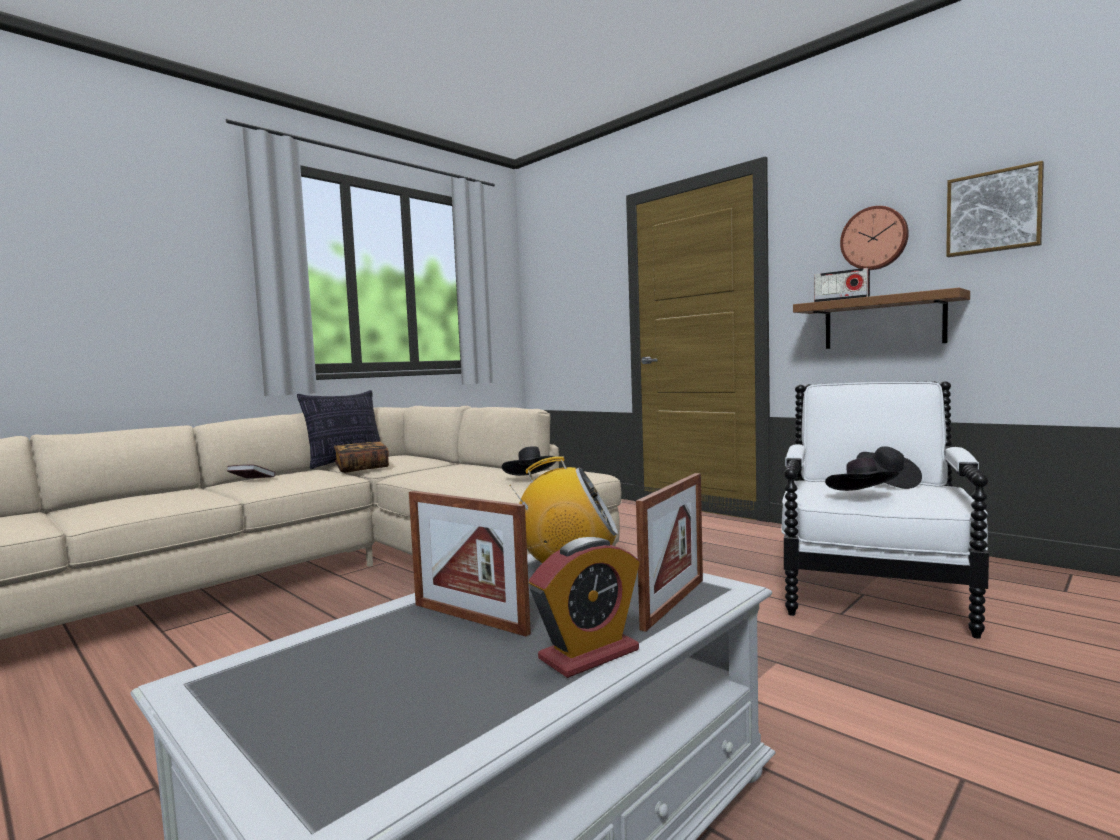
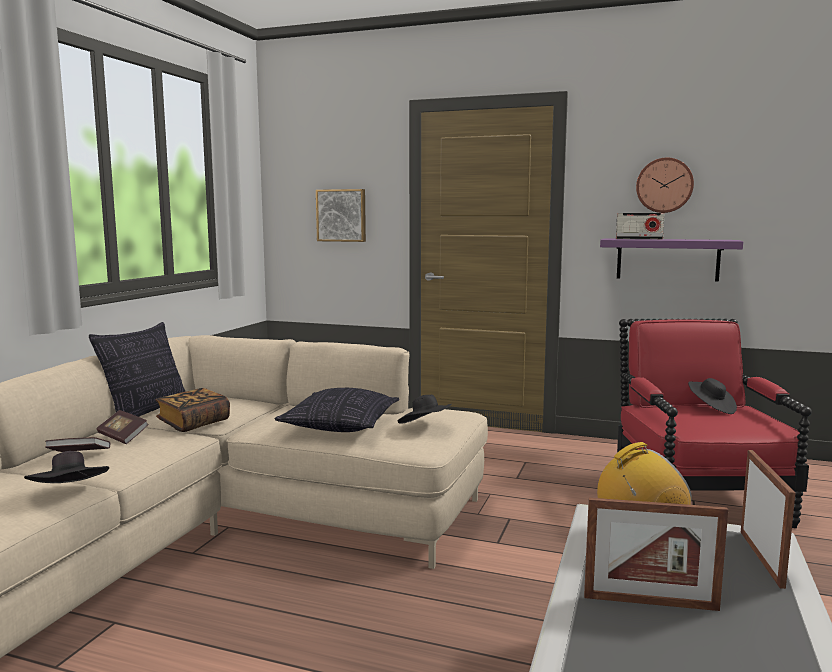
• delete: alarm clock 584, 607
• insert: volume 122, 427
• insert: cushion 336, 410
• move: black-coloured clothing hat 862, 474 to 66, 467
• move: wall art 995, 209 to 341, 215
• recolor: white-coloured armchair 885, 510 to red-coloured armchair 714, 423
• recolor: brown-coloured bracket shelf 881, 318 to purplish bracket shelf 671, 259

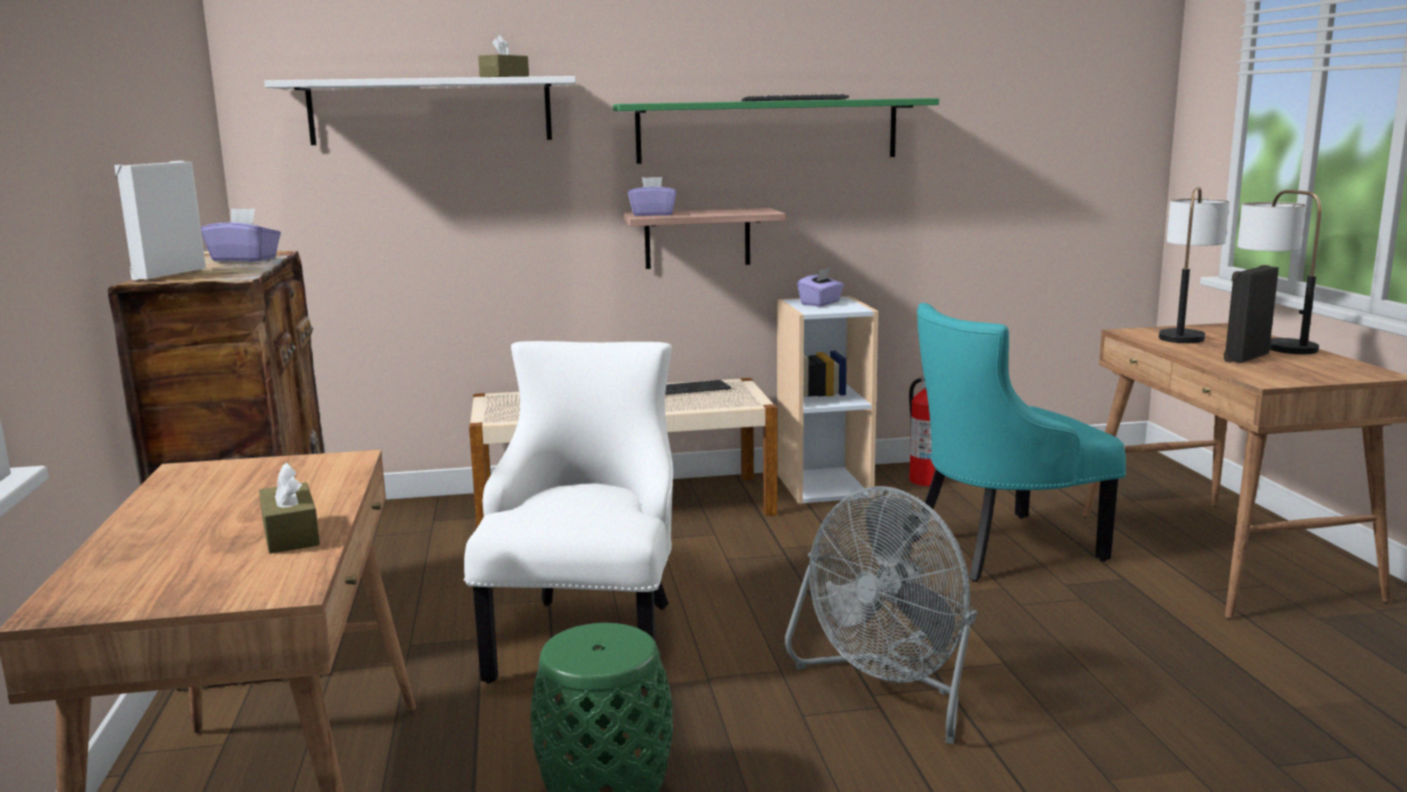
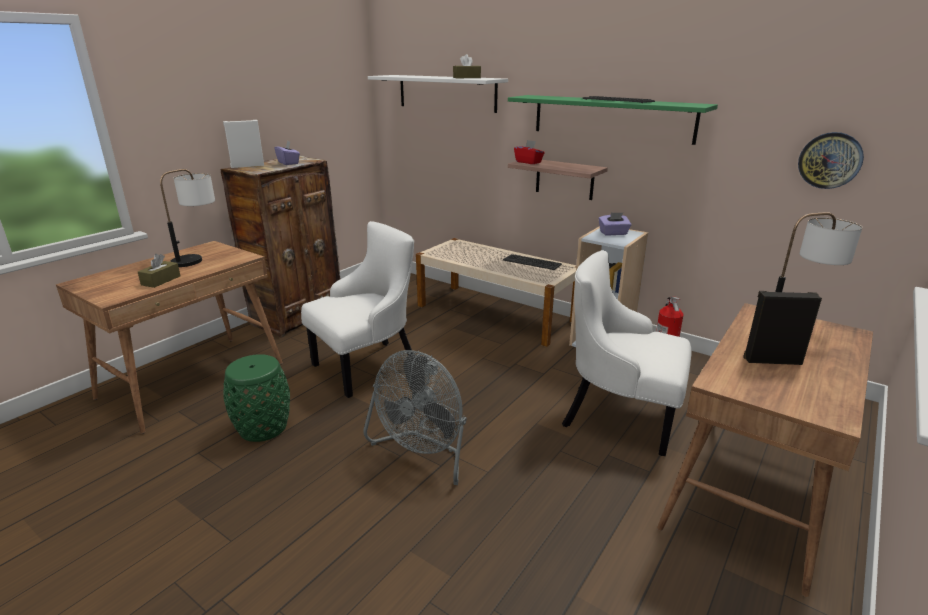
• insert: clock on the wall 831, 160
• move: table lamp 1279, 272 to 187, 218
• recolor: purplish tissue holder 652, 196 to red-coloured tissue holder 529, 152
• recolor: turquoise-coloured plain chair 1018, 442 to white-coloured plain chair 627, 353
• rotate: greyish electric fan 881, 615 = 415, 417 60 degrees counterclockwise

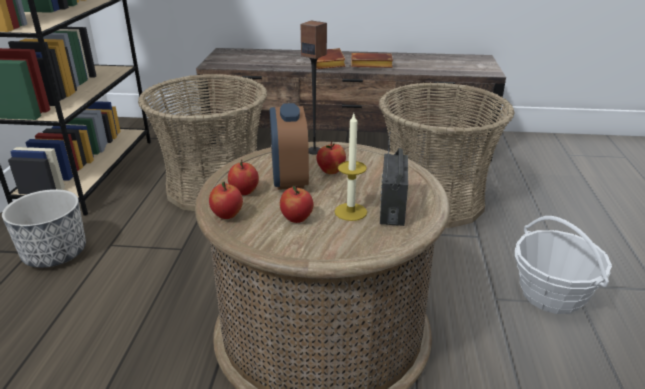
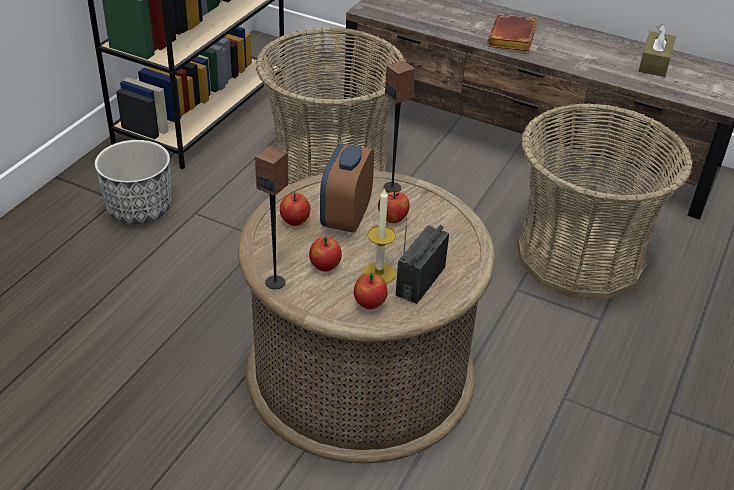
• delete: brown-coloured volume 372, 60
• delete: basket 563, 265
• insert: audio speaker 271, 217
• insert: brown-coloured tissue holder 657, 50
• move: apple 226, 200 to 371, 291

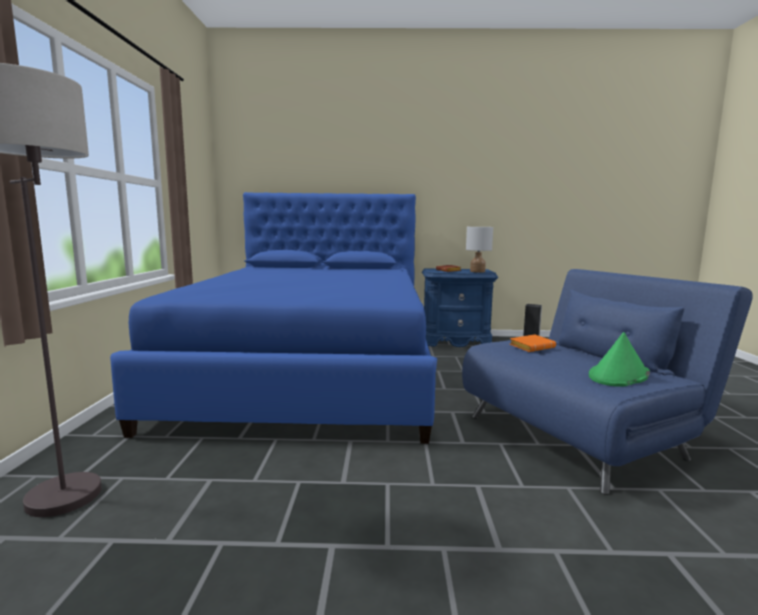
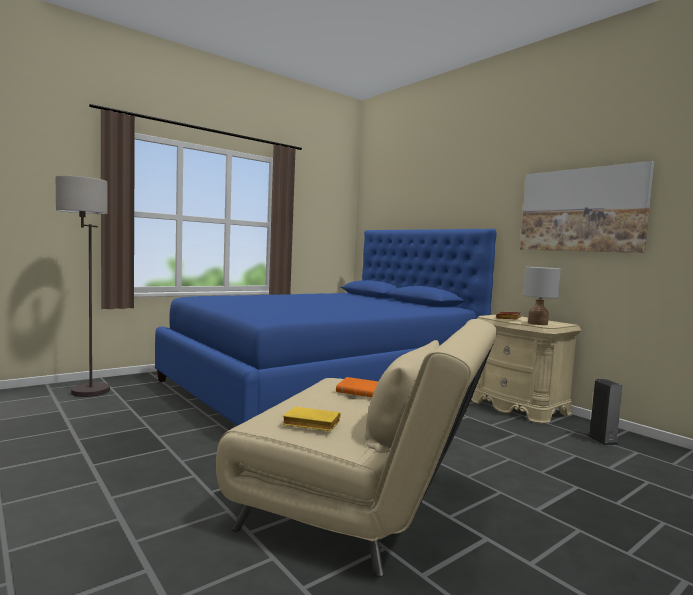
• insert: wall art 587, 207
• replace: greenish clothing hat 619, 359 to yellowish volume 311, 419
• recolor: blue bedside table 460, 307 to beige bedside table 526, 369
• recolor: blue armchair 607, 382 to beige armchair 356, 448

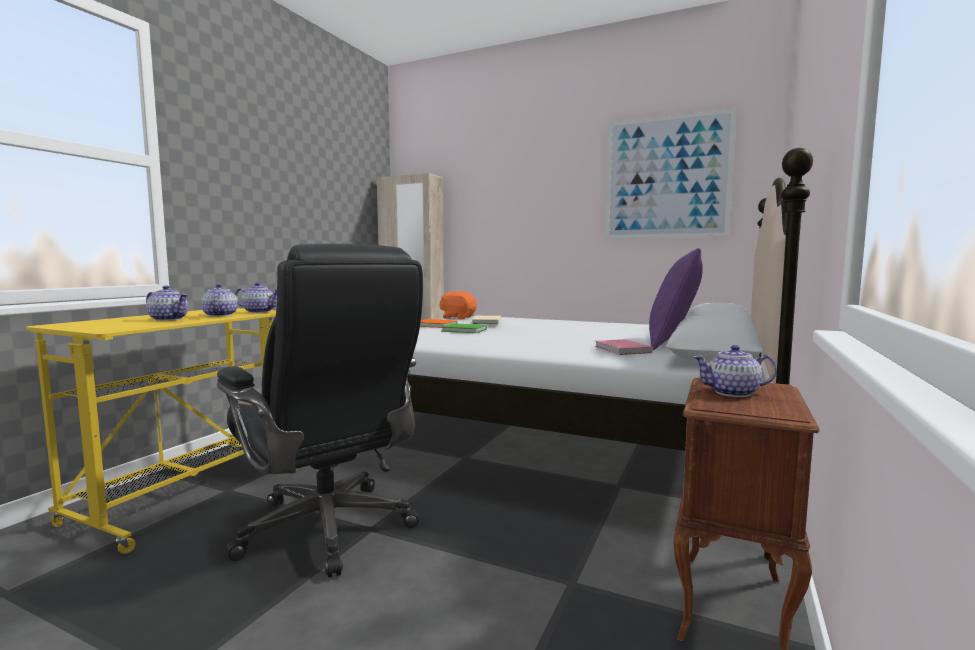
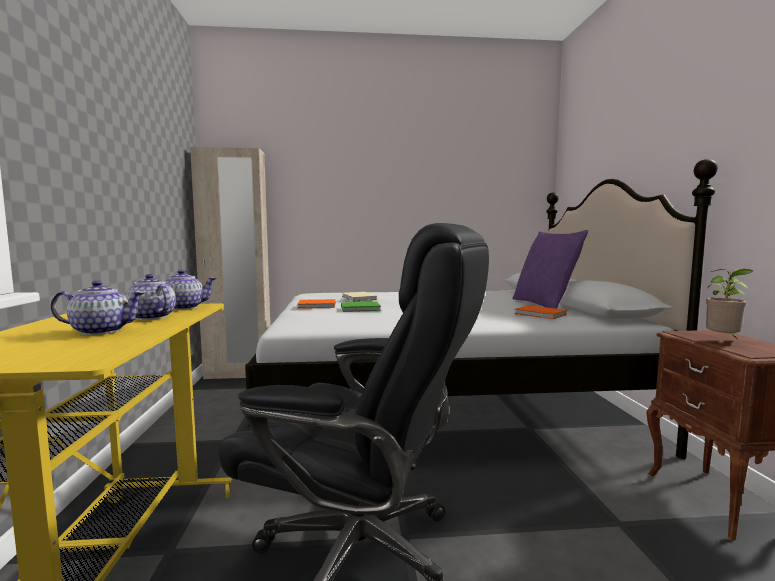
• delete: orangey soft toy 458, 305
• delete: wall art 670, 173
• replace: pot for tea 735, 371 to potted plant 730, 304
• recolor: pinkish volume 624, 347 to orangey volume 540, 312

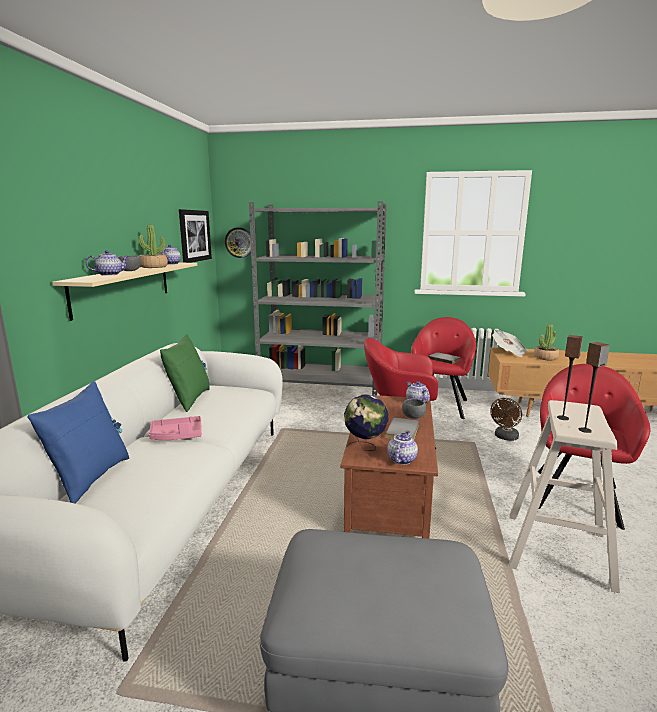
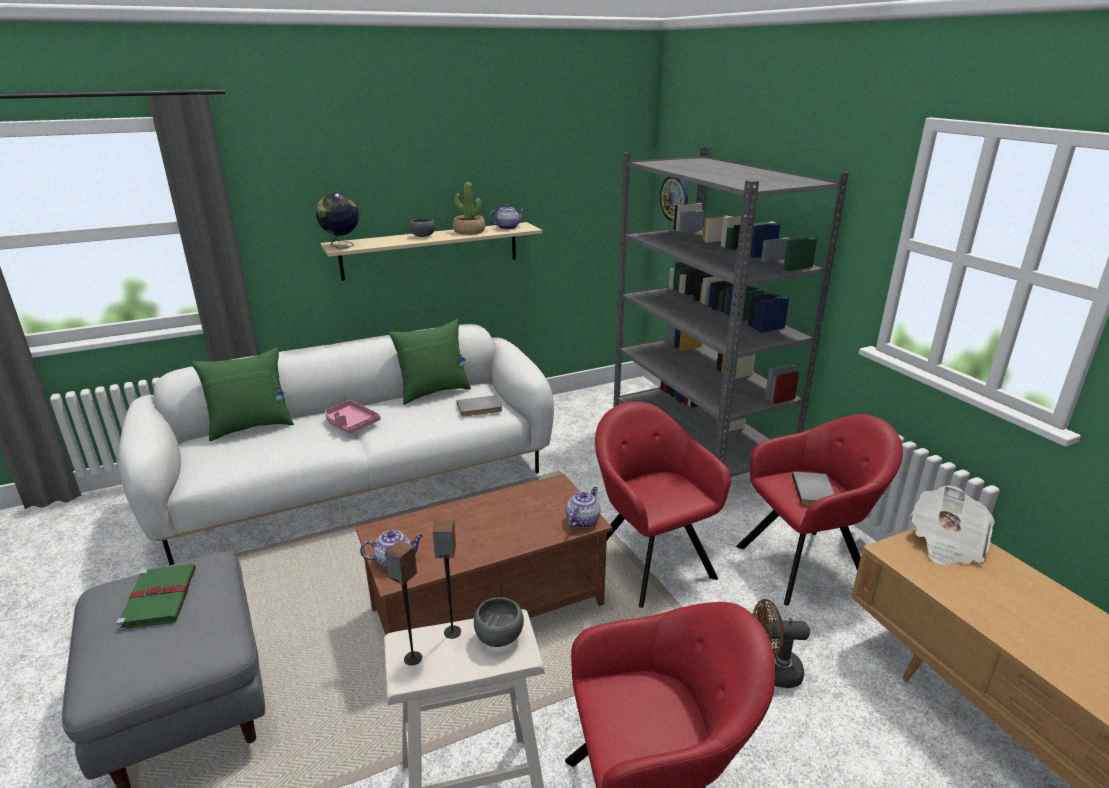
• delete: pot for tea 107, 263
• delete: wall art 195, 236
• delete: potted plant 546, 342
• insert: greenish volume 156, 597
• move: world globe 366, 422 to 337, 221
• move: greyish volume 402, 428 to 479, 405
• move: greyish serving bowl 414, 409 to 499, 622
• recolor: blue cushion 78, 442 to greenish cushion 242, 394

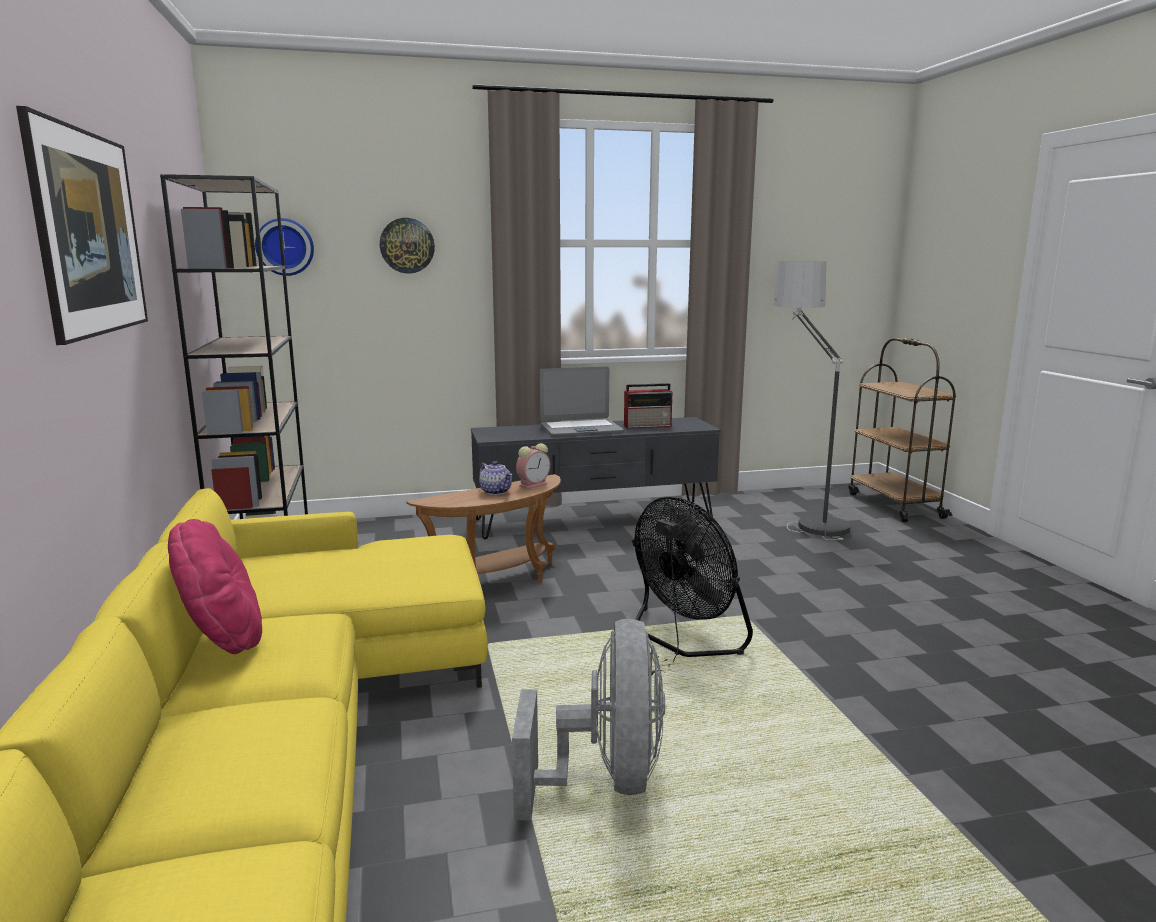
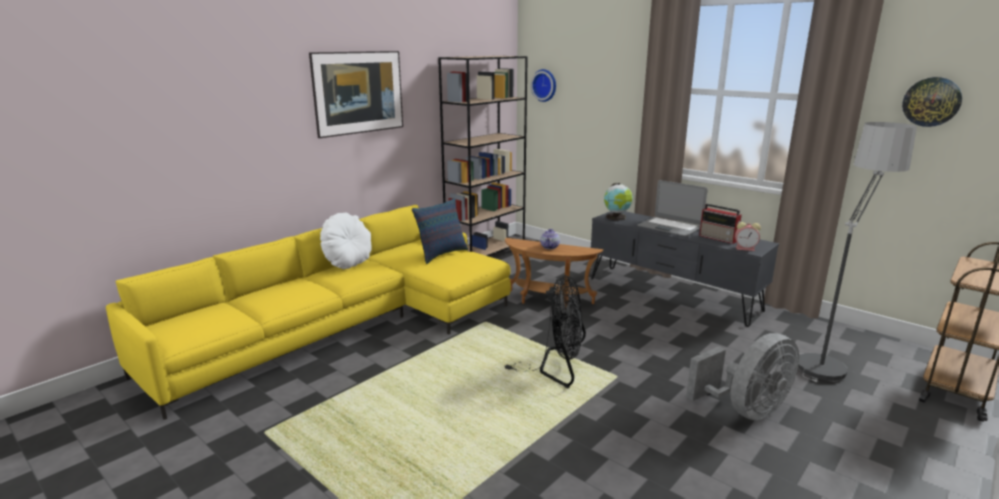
• insert: blue cushion 440, 231
• insert: world globe 618, 202
• move: clock on the wall 407, 245 to 932, 102
• move: greyish electric fan 588, 720 to 742, 377
• move: alarm clock 533, 466 to 748, 236
• recolor: pinkish cushion 215, 586 to white-coloured cushion 346, 241

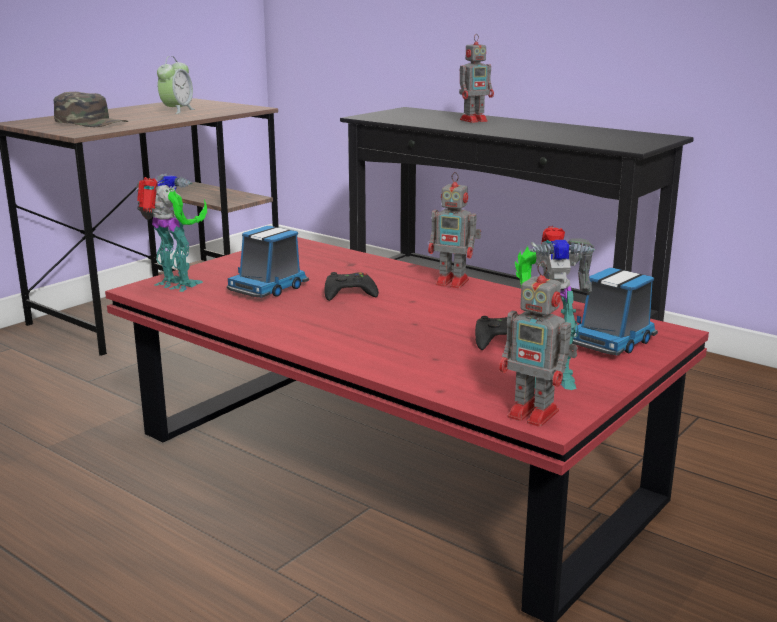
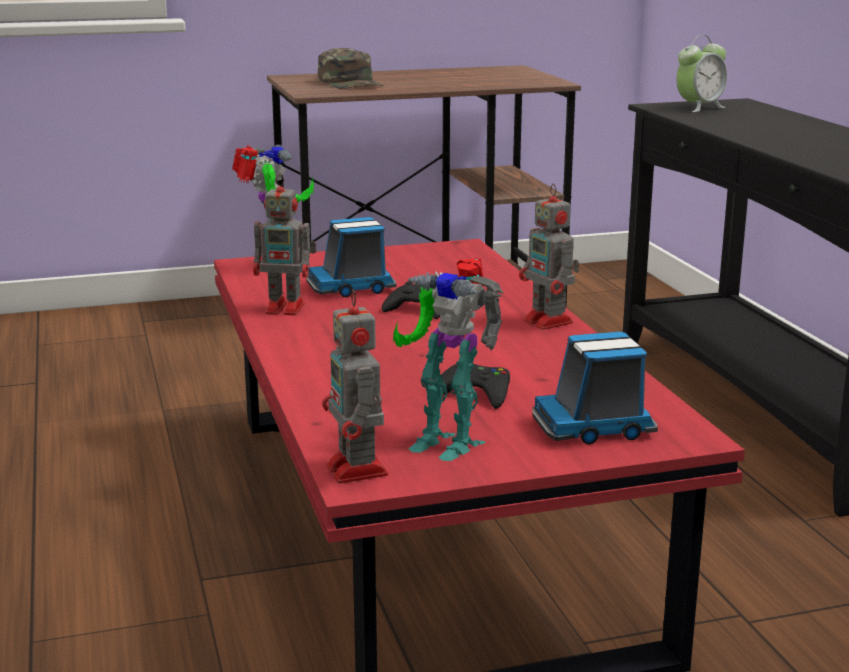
• move: alarm clock 176, 85 to 701, 73
• move: robot figure 477, 78 to 285, 244

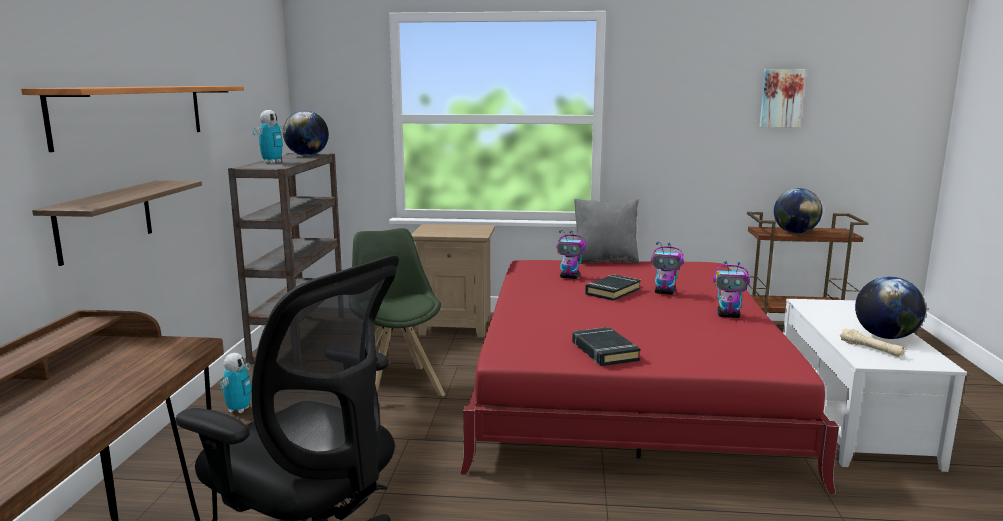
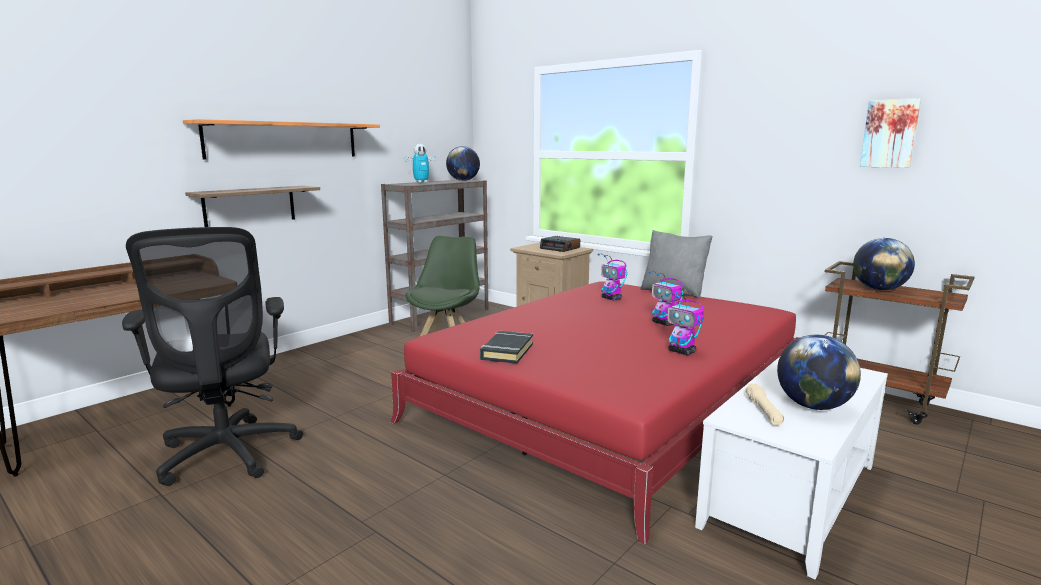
• delete: robot figure 236, 383
• delete: black-coloured volume 613, 287
• insert: alarm clock 560, 244

